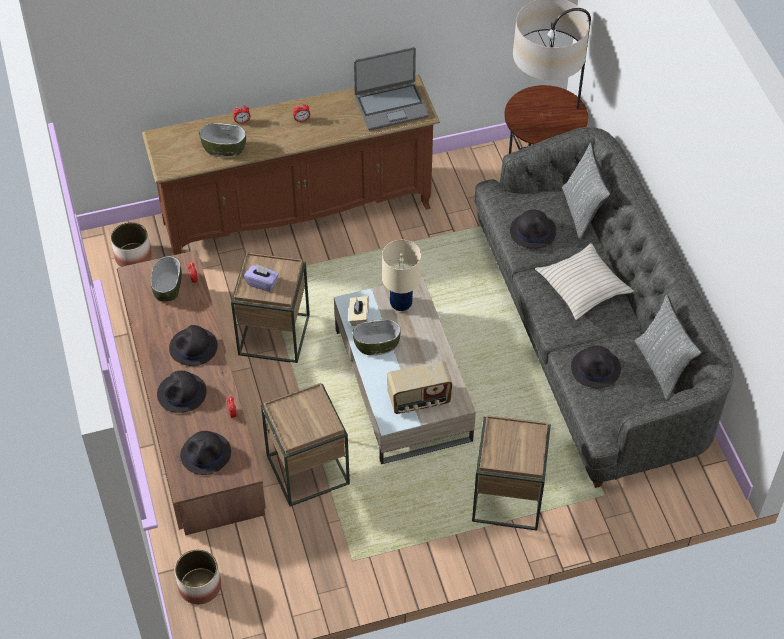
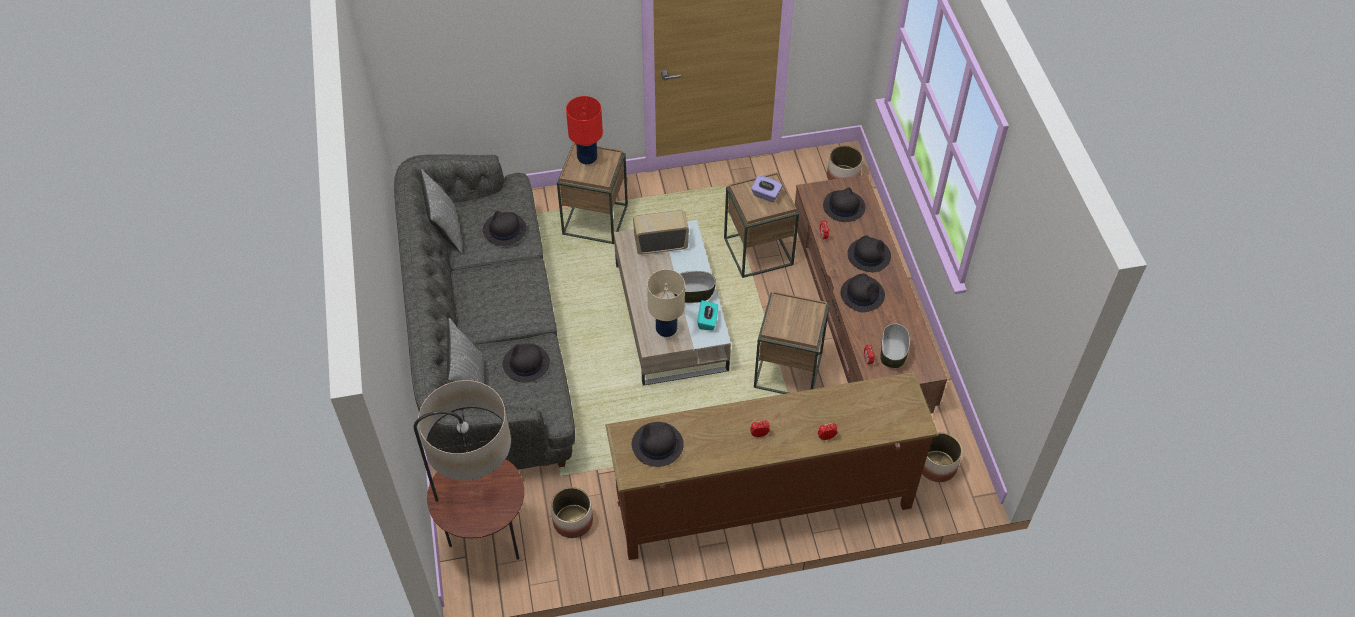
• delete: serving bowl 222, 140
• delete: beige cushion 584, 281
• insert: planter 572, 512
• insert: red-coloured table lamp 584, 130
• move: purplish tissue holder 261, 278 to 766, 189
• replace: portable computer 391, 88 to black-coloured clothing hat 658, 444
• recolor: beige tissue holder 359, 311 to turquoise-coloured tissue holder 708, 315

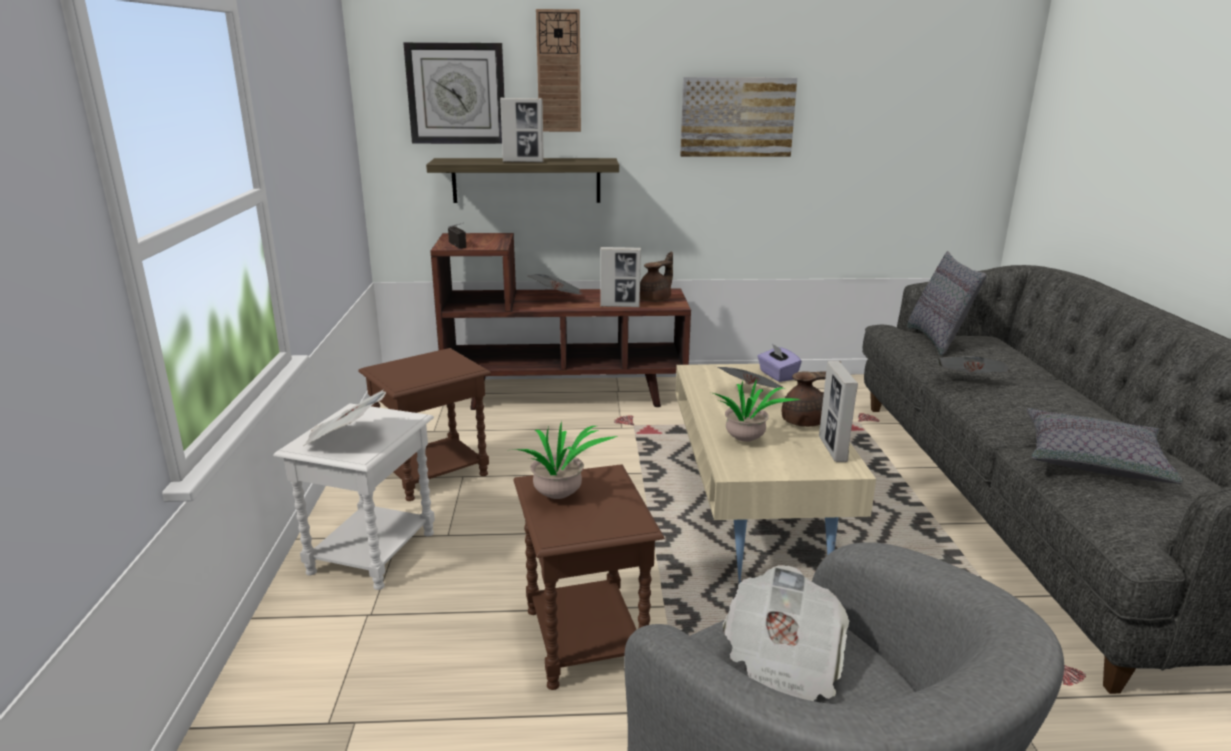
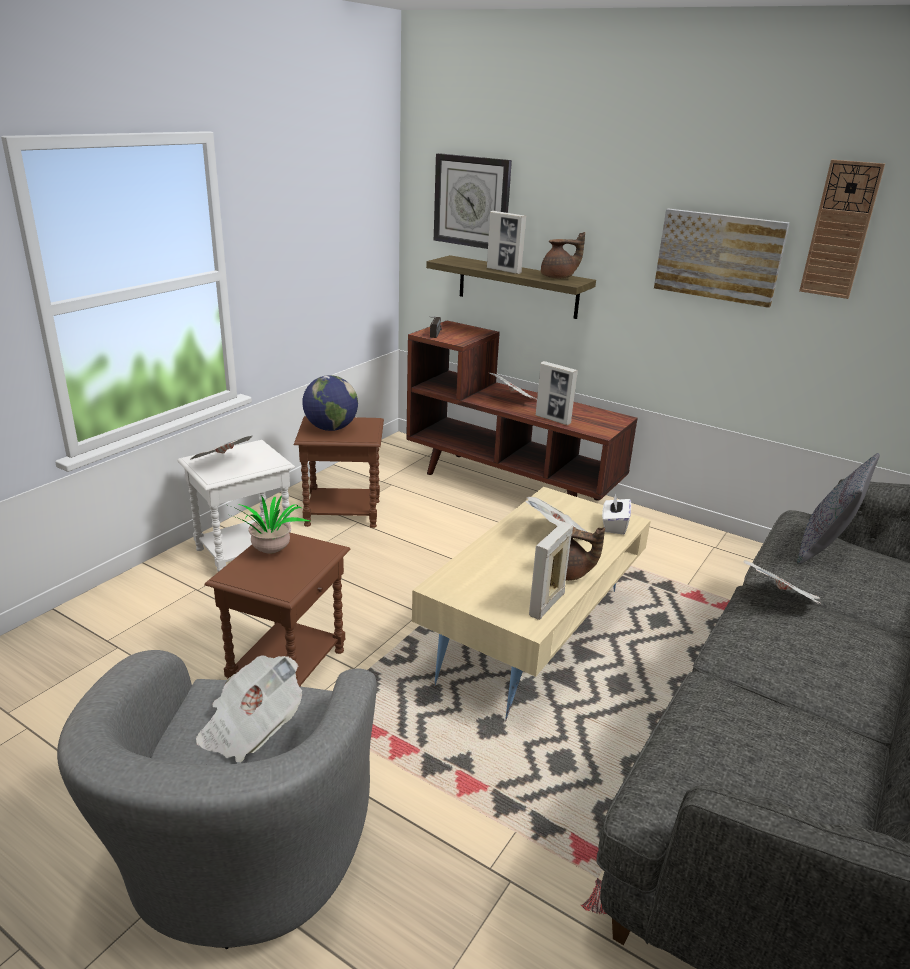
• delete: potted plant 756, 410
• delete: greyish cushion 1105, 446
• insert: world globe 330, 403
• move: clock on the wall 558, 70 to 842, 229
• move: brown-coloured pot for tea 656, 277 to 563, 255
• recolor: purplish tissue holder 779, 362 to white-coloured tissue holder 616, 514

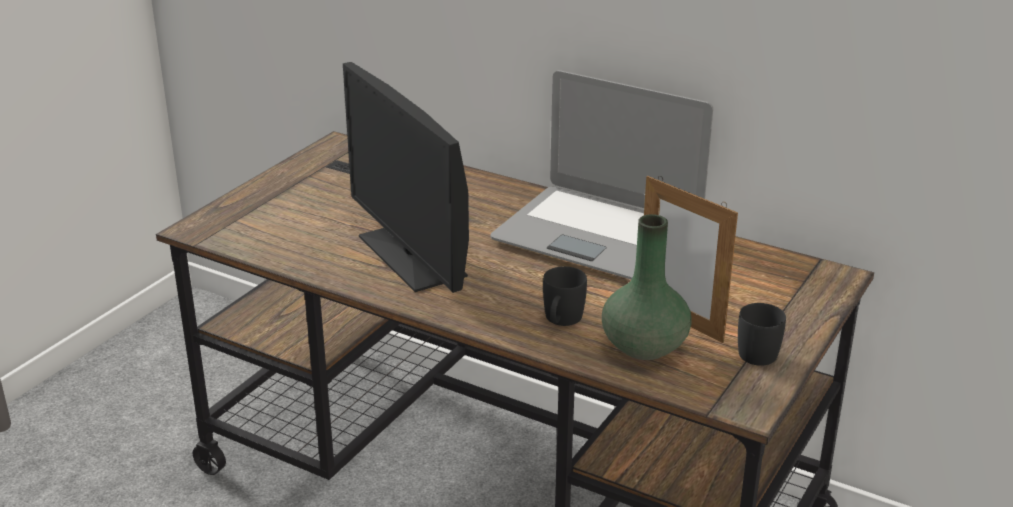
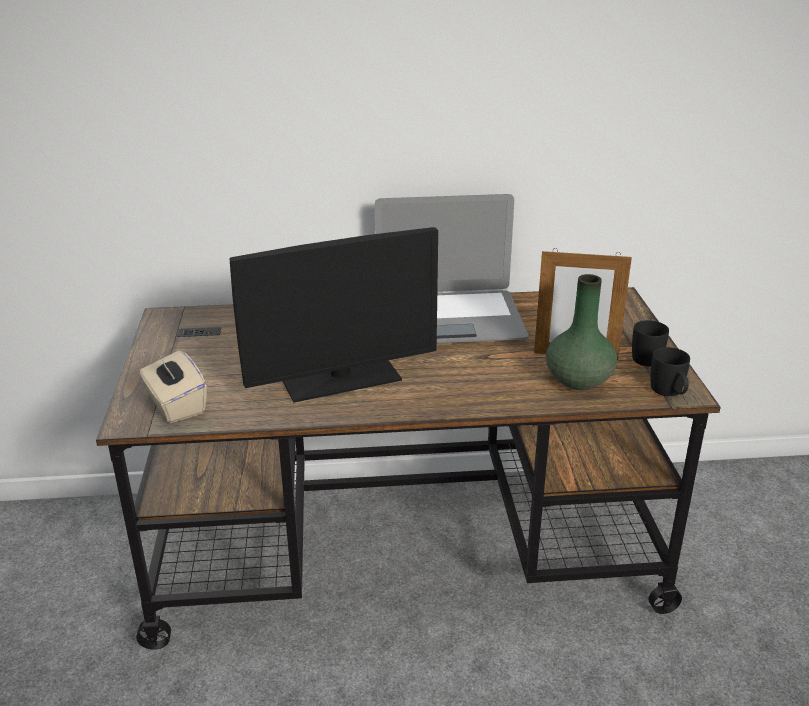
• insert: beige tissue holder 173, 386
• move: black-coloured coffee mug 565, 296 to 670, 371
• rotate: computer display 406, 177 = 333, 315 45 degrees counterclockwise

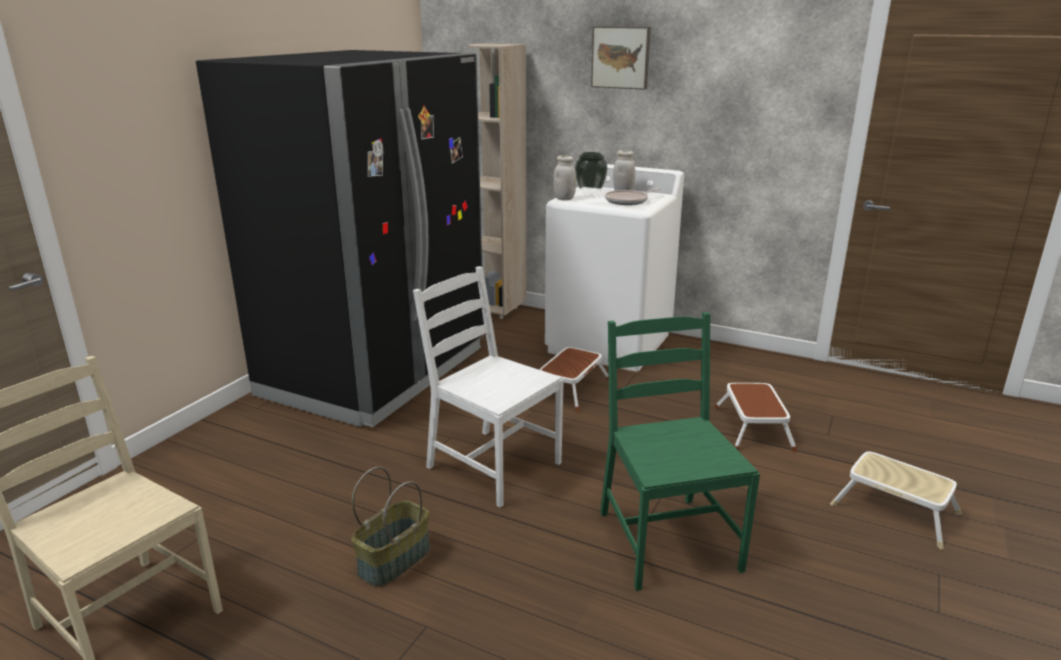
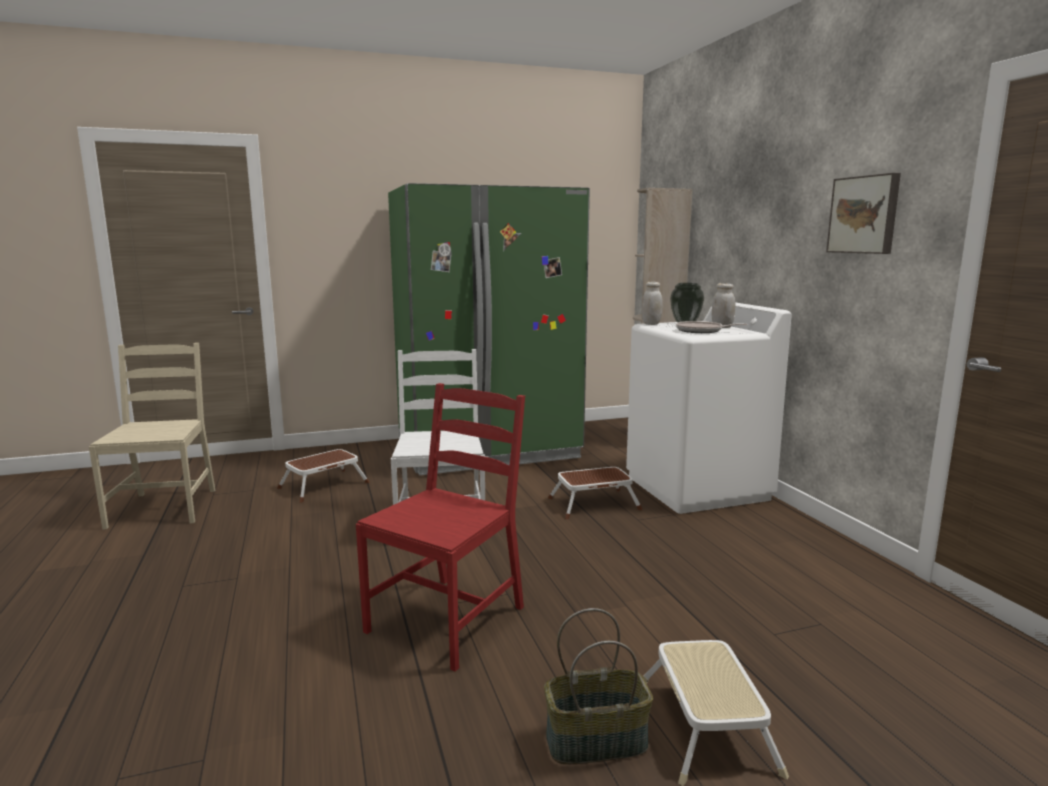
• move: basket 390, 527 to 598, 686
• move: wall art 621, 58 to 863, 213
• move: brown-coloured stepladder 756, 417 to 323, 475
• recolor: black-coloured kitchen fridge 340, 239 to greenish kitchen fridge 489, 329
• recolor: greenish plain chair 680, 451 to red-coloured plain chair 440, 527

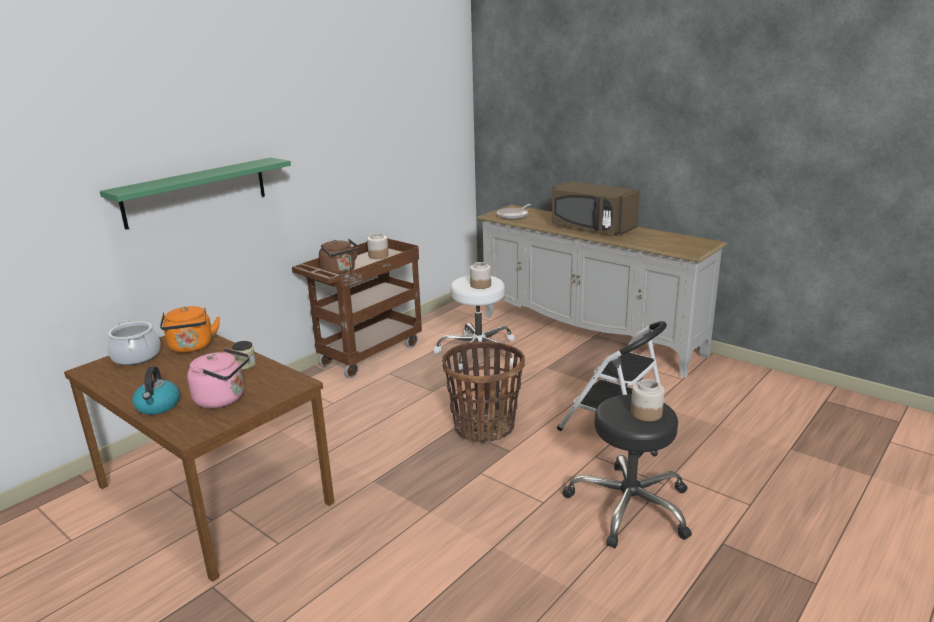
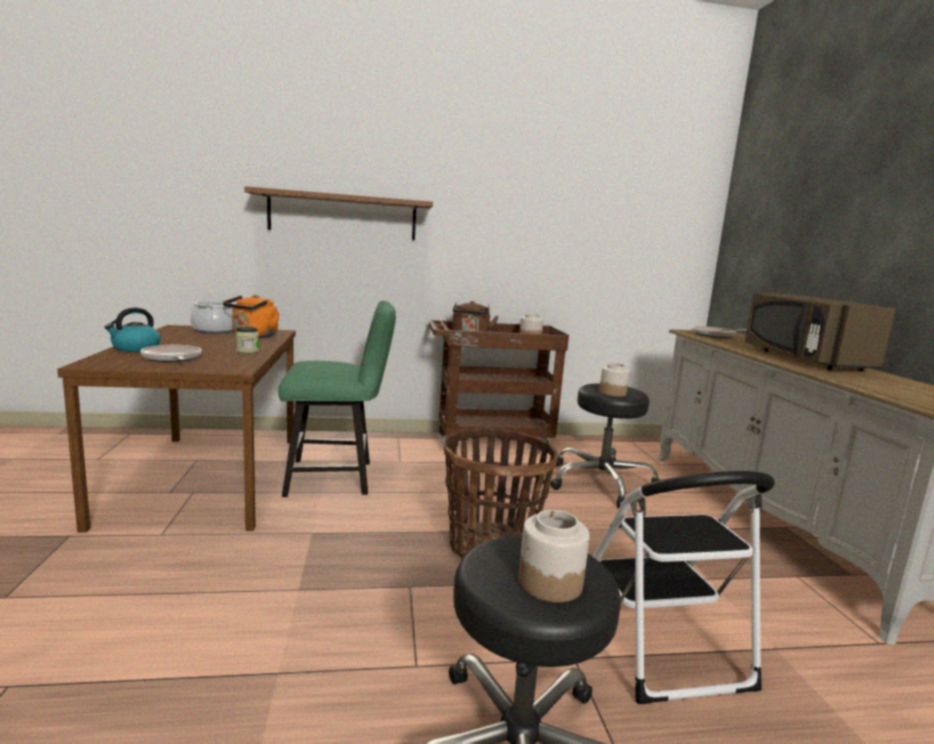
• insert: greenish plain chair 337, 399
• replace: pinkish tea kettle 218, 378 to skillet 171, 353
• recolor: greenish bracket shelf 195, 193 to brown-coloured bracket shelf 338, 213
• recolor: white-coloured sitting stool 474, 322 to black-coloured sitting stool 605, 445

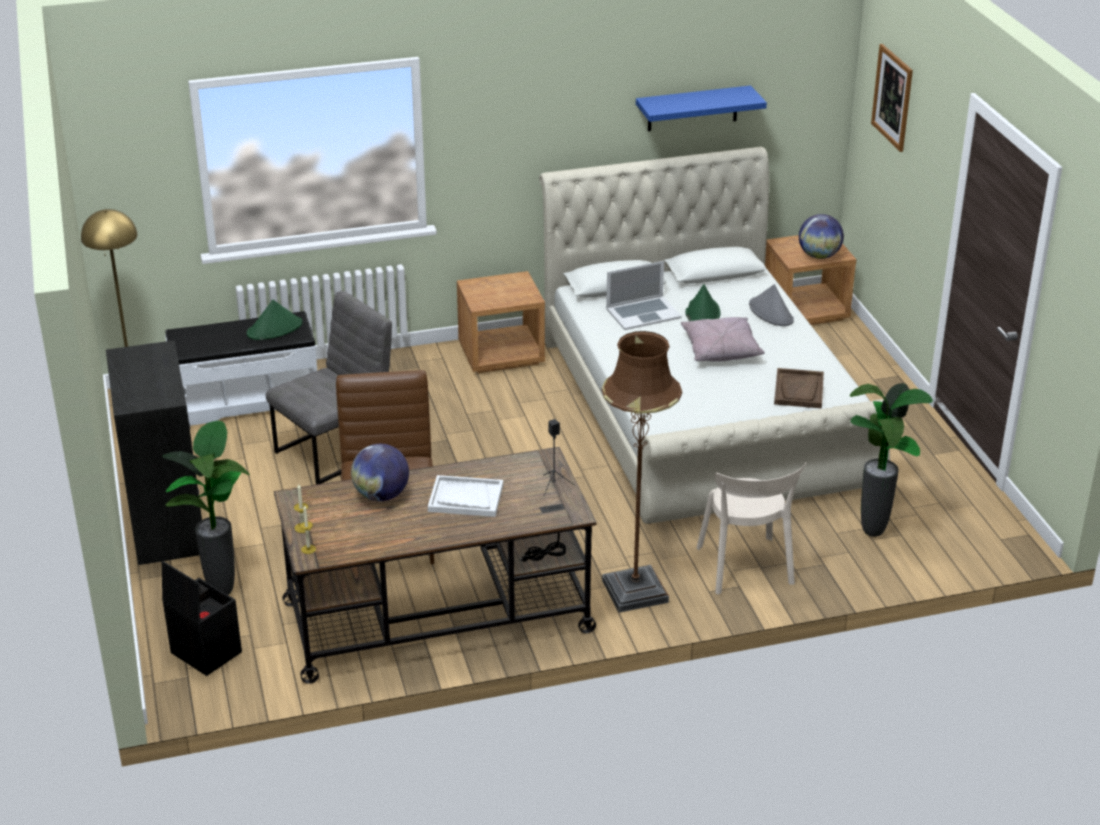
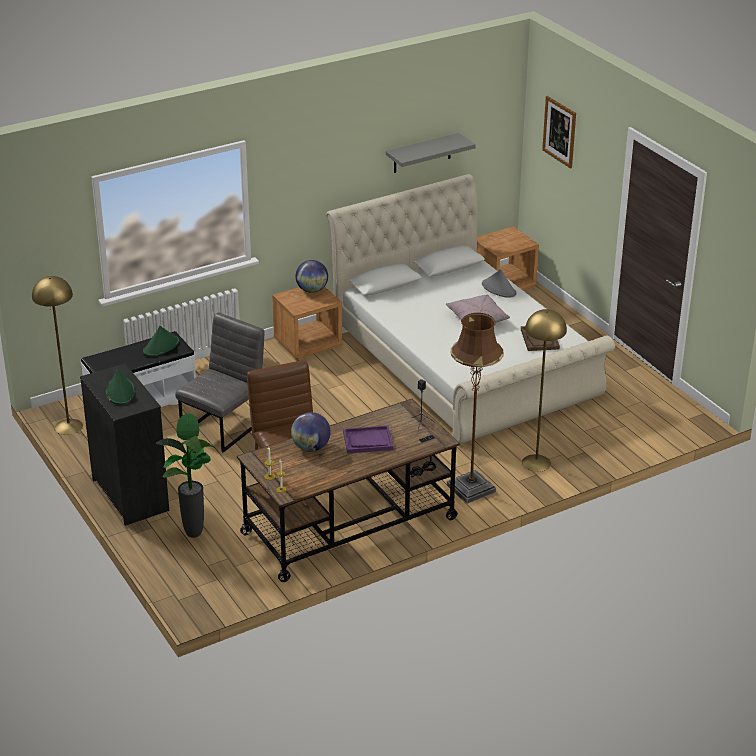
• delete: black-coloured storage container 202, 618
• delete: portable computer 644, 295
• delete: potted plant 891, 460
• move: greenish clothing hat 703, 302 to 120, 387
• move: world globe 821, 236 to 311, 276
• replace: beige plain chair 751, 528 to yellowish standard lamp 544, 390
• recolor: white-coloured carrying tray 465, 496 to purplish carrying tray 368, 439
• recolor: blue bracket shelf 701, 108 to greyish bracket shelf 431, 153

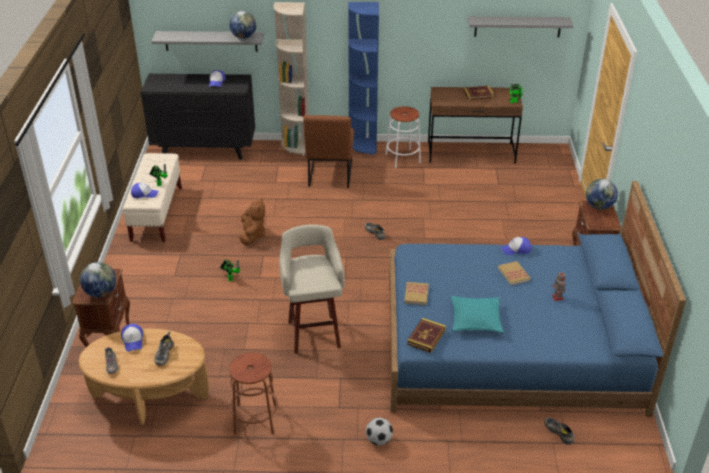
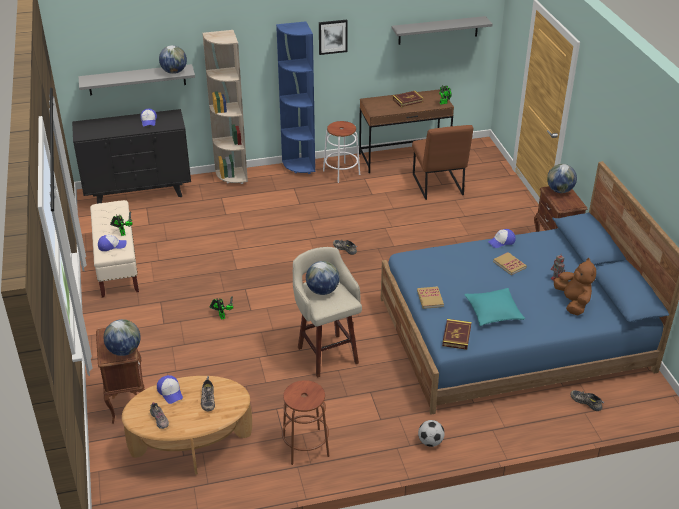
• insert: world globe 323, 278
• insert: wall art 333, 37
• move: brown-coloured soft toy 252, 221 to 575, 286
• move: brown-coloured plain chair 328, 151 to 442, 162

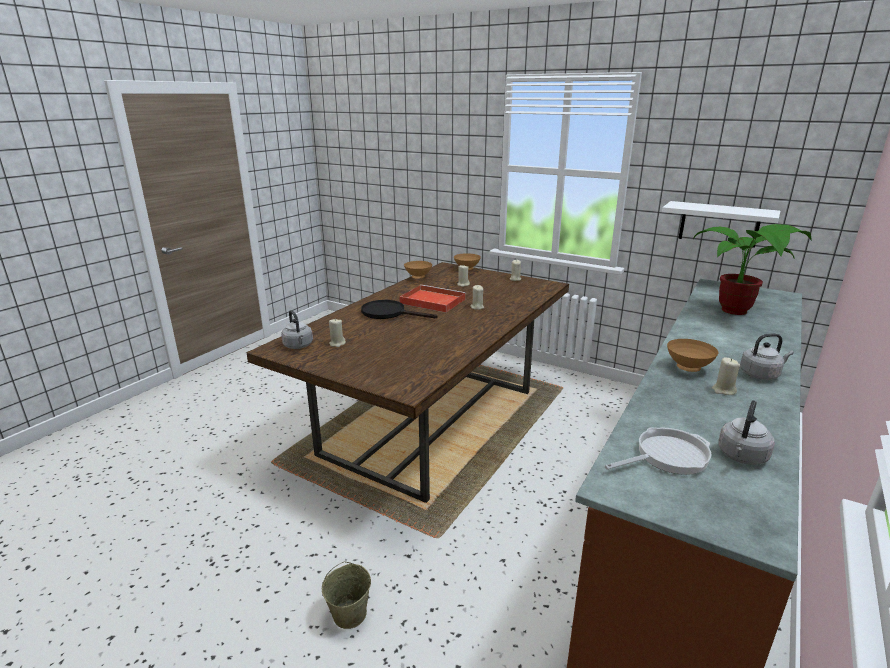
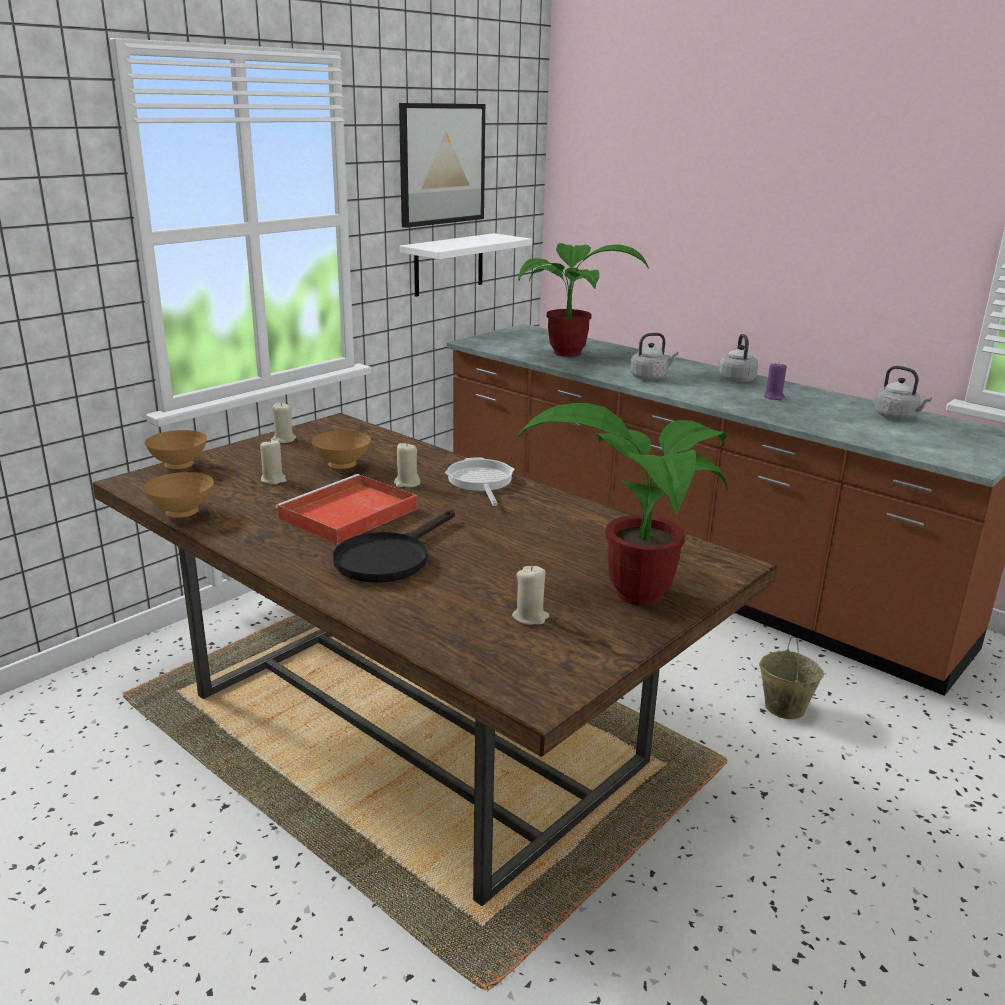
• insert: wall art 442, 165
• insert: potted plant 622, 504
• move: greyish tea kettle 297, 329 to 654, 356
• move: beige pail 346, 595 to 791, 677
• move: skillet 658, 451 to 479, 481
• move: brown-coloured serving bowl 692, 355 to 341, 449
• recolor: beige wax candle 726, 376 to purplish wax candle 775, 381

